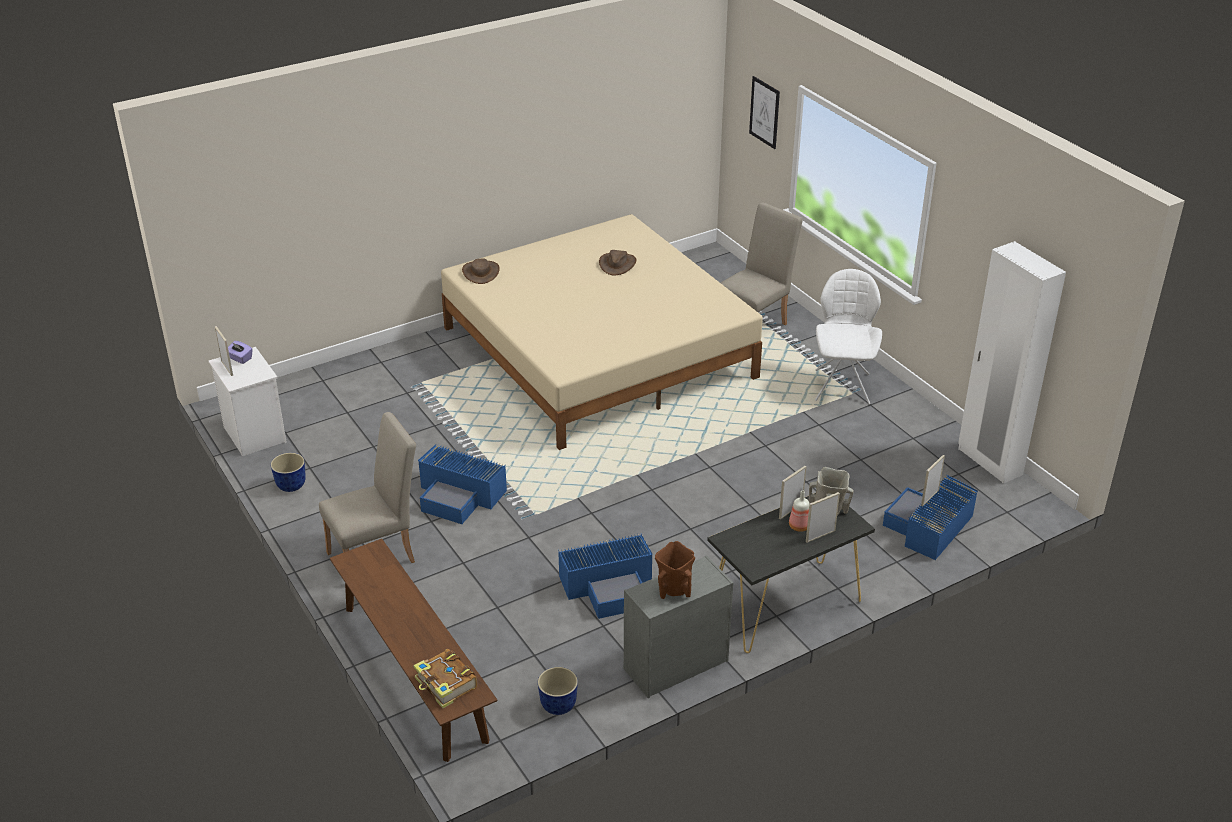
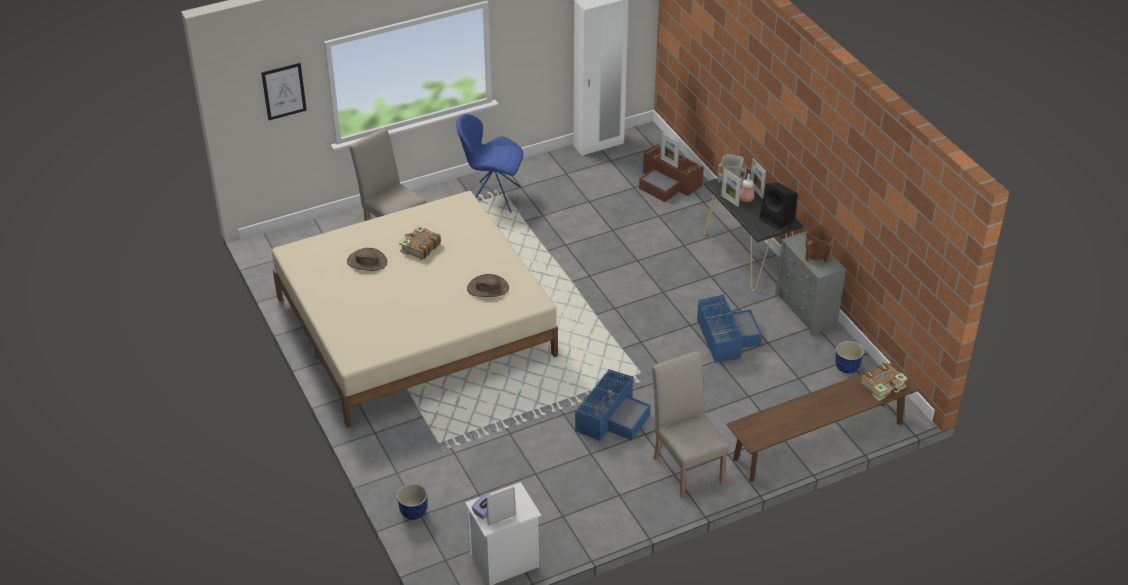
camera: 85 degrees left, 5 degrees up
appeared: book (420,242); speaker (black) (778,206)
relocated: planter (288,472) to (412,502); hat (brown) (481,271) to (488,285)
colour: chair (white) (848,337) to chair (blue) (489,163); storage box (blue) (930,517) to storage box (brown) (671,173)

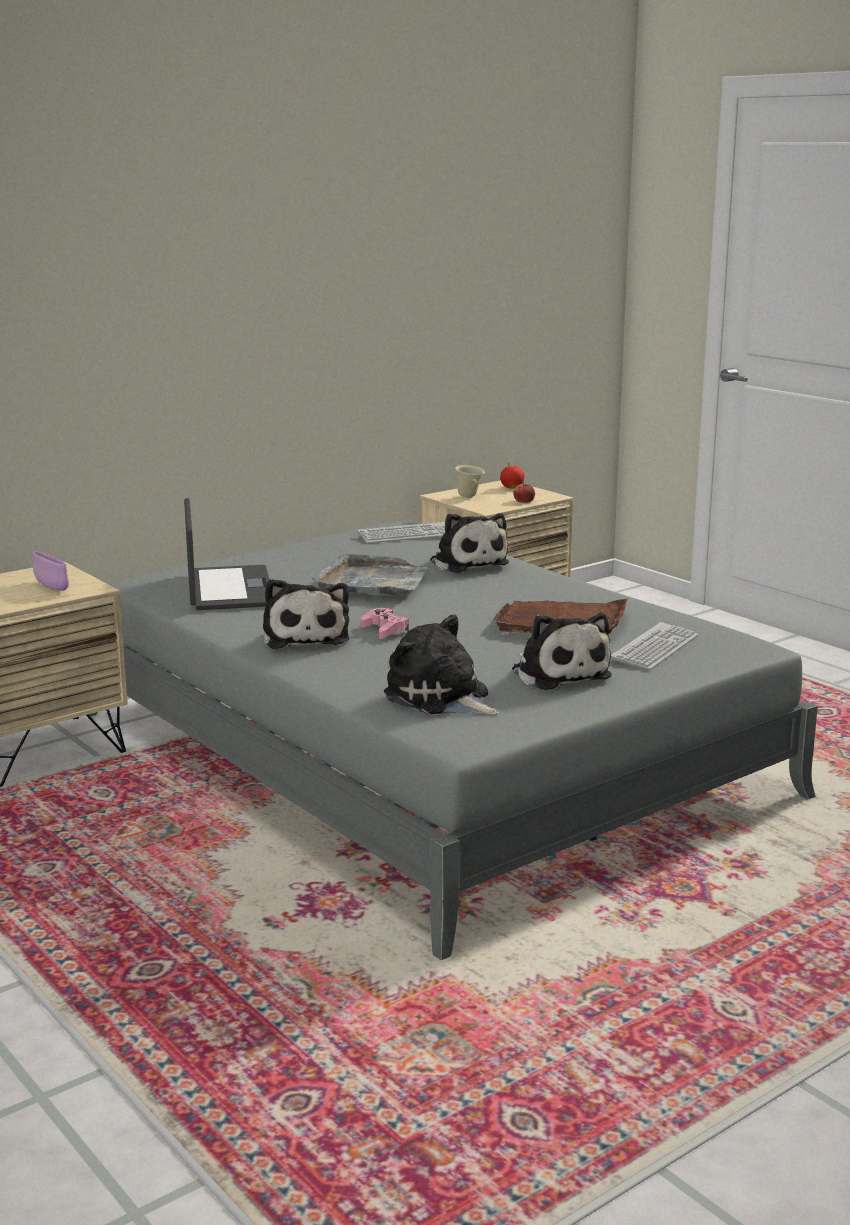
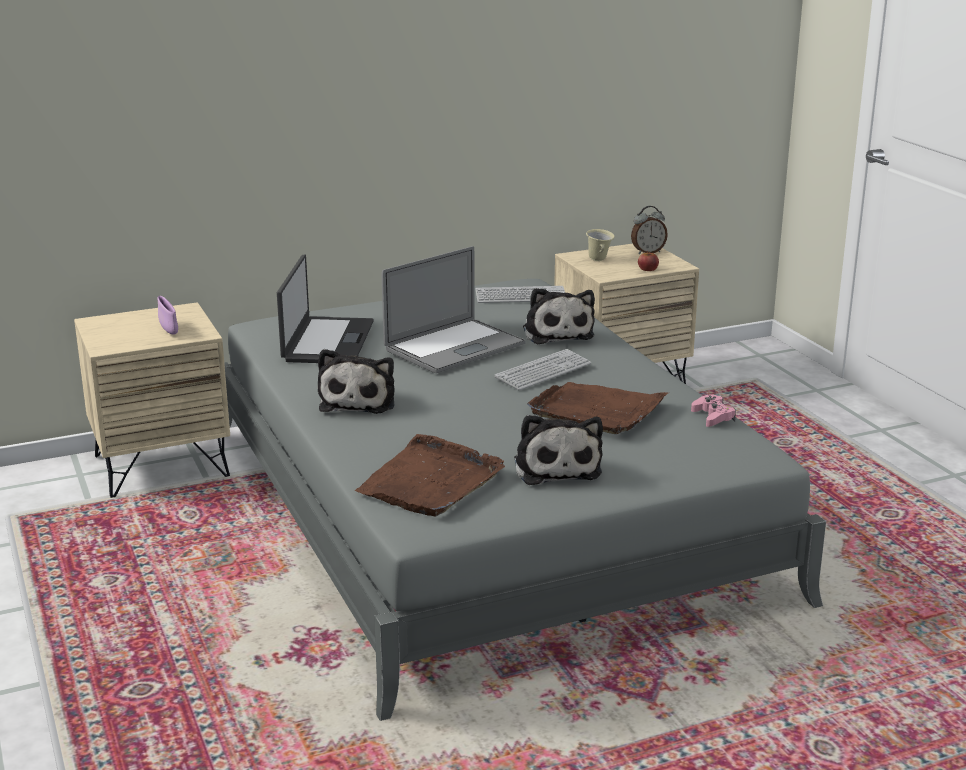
camera: 15 degrees right, 5 degrees up
relocated: game controller (pink) (384,623) to (713,410); keyboard (654,646) to (542,369)
exchanged: tray (grey) (369,574) to laptop (454,309); plush toy (441,664) to tray (brown) (430,475); apple (512,475) to alarm clock (649,230)

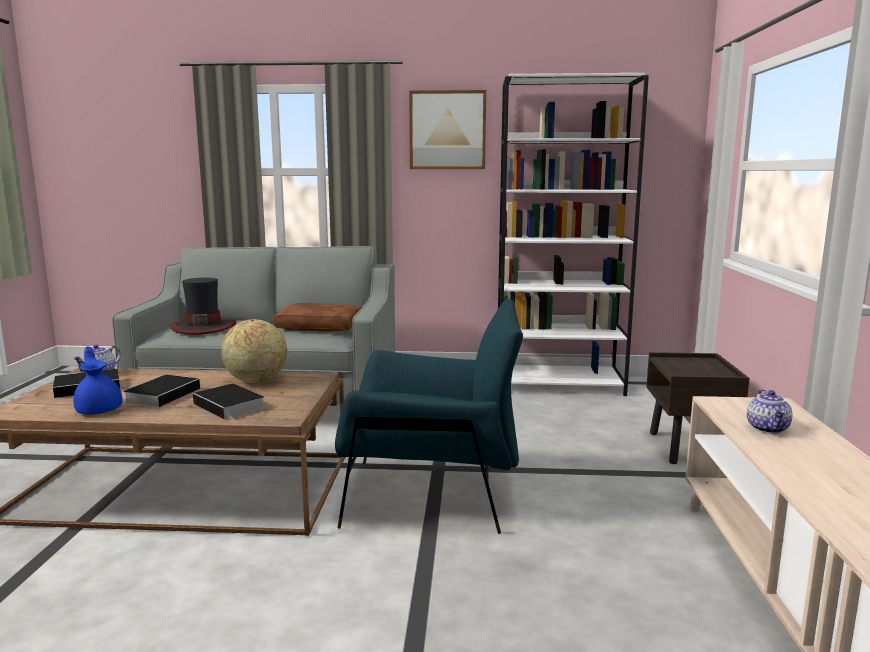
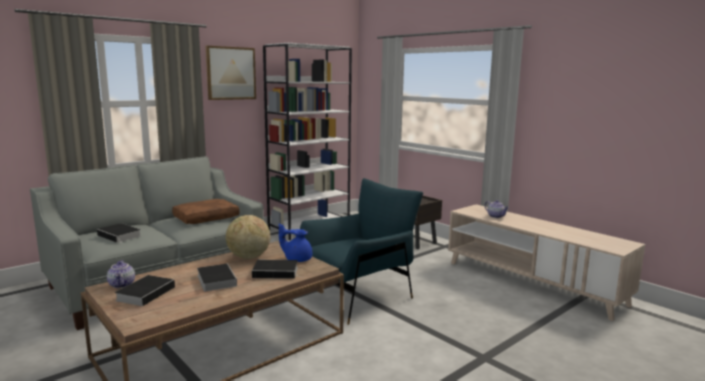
camera: 45 degrees left, 0 degrees up
relocated: teapot (blue) (98,380) to (295,242)
exchanged: hat (203,306) to book (119,233)

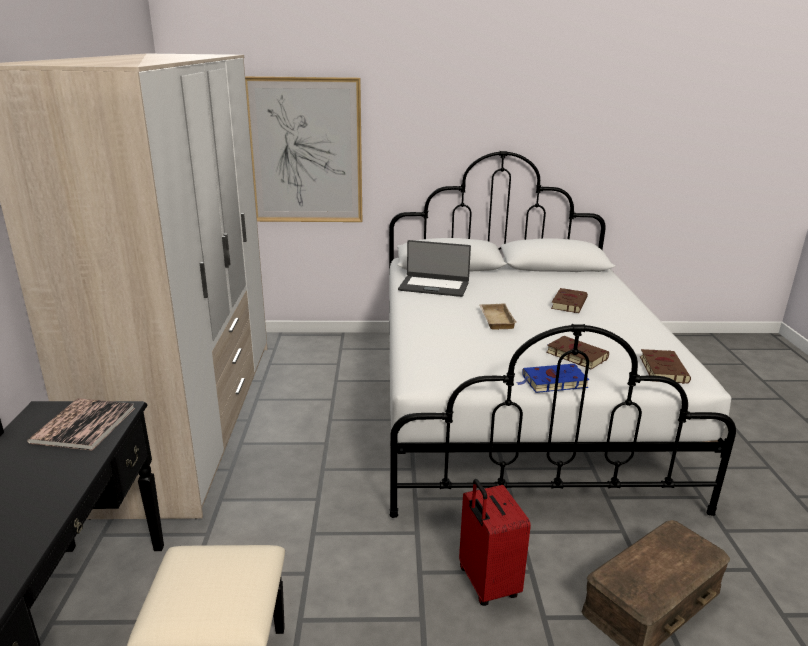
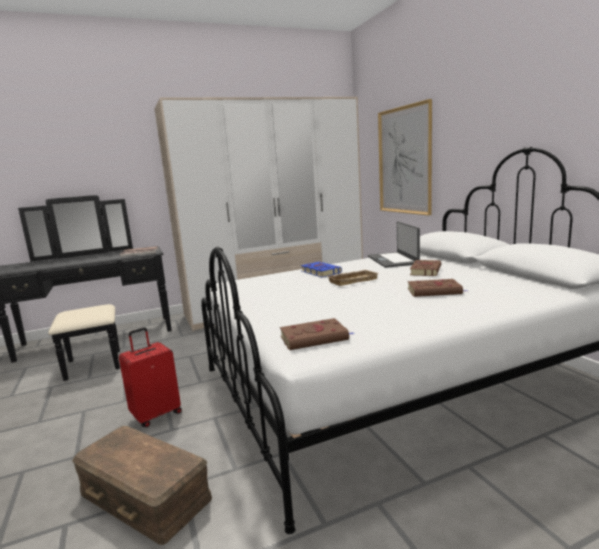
camera: 70 degrees right, 10 degrees down
relocated: book (blue) (553,378) to (321,269); book (brown) (577,352) to (426,268)

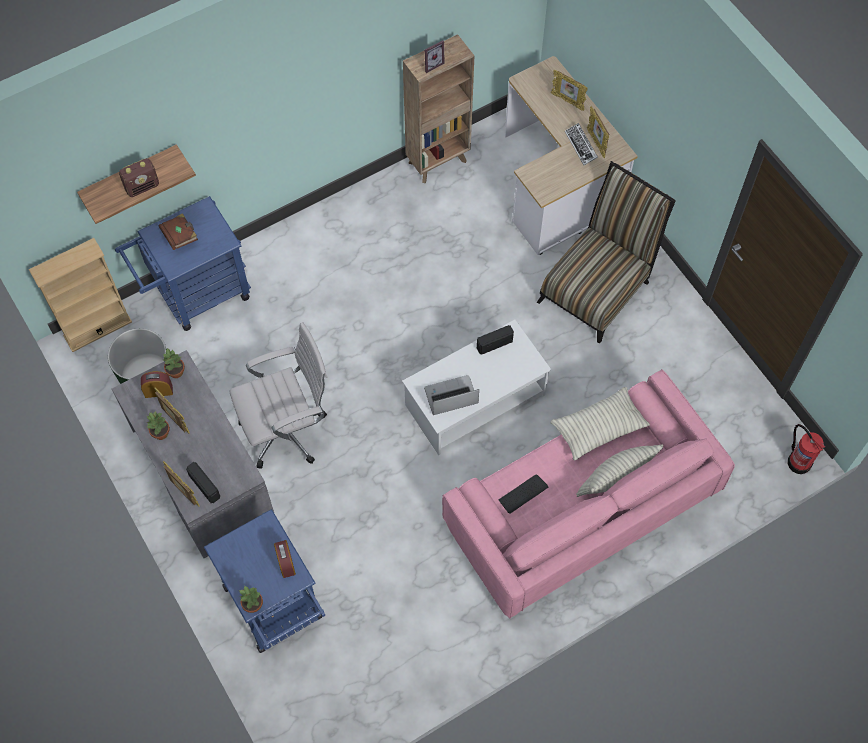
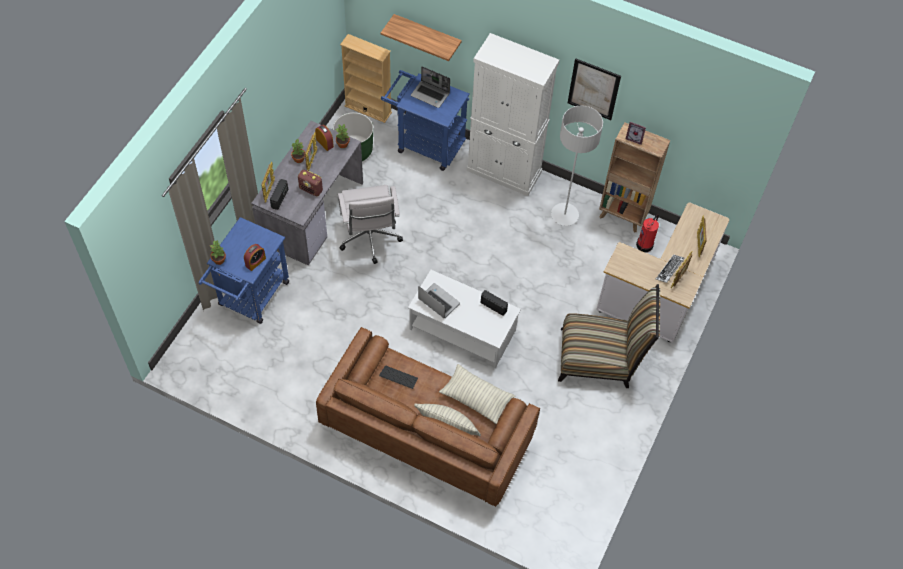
camera: 55 degrees right, 5 degrees down
appeared: cabinet (white) (512,114); floor lamp (grey) (577,165); picture (594,89)
relocated: radio (139,177) to (310,183); fire extinguisher (806,449) to (647,233)
exchanged: book (brown) (178,231) to laptop (430,87)
colour: sofa (pink) (588,494) to sofa (brown) (428,417)
spun: office chair (white) (278,395) = (370,224) 45 degrees clockwise

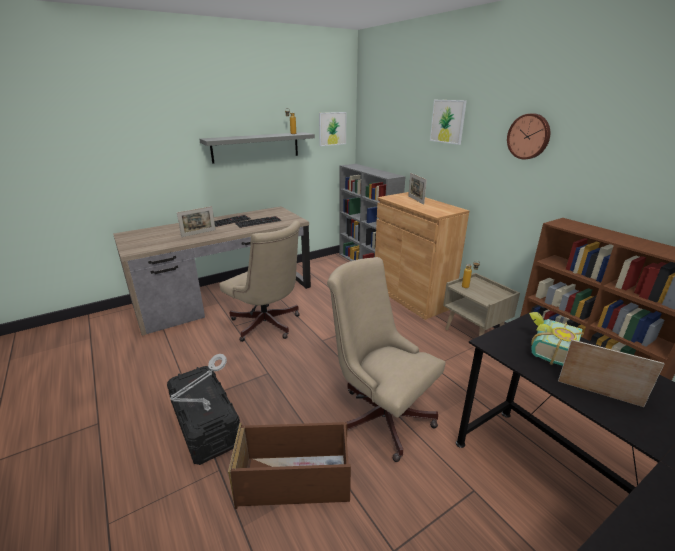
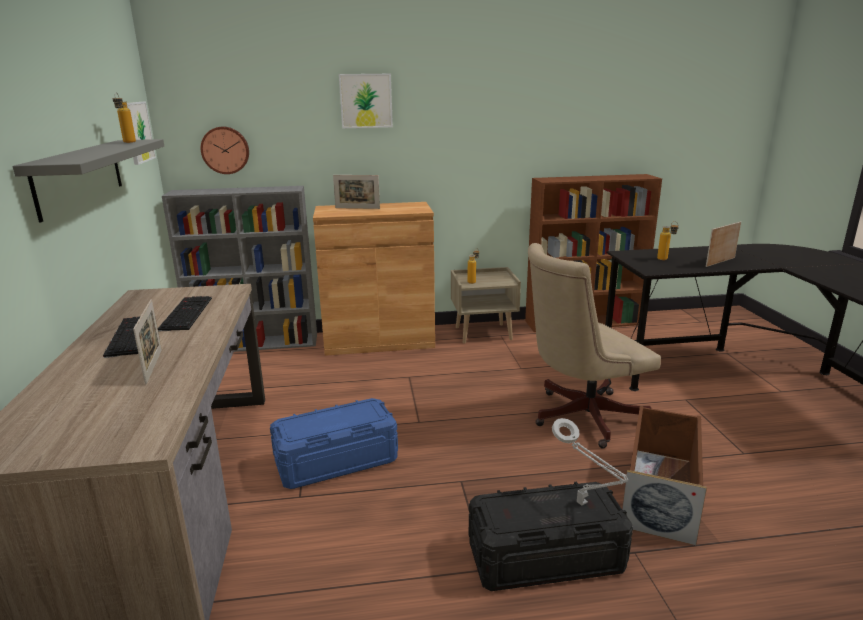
camera: 65 degrees left, 5 degrees down
relocated: wall clock (528,136) to (225,150)
exchanged: office chair (beige) (260,281) to storage box (blue) (334,443); book (556,339) to bottle (668,240)

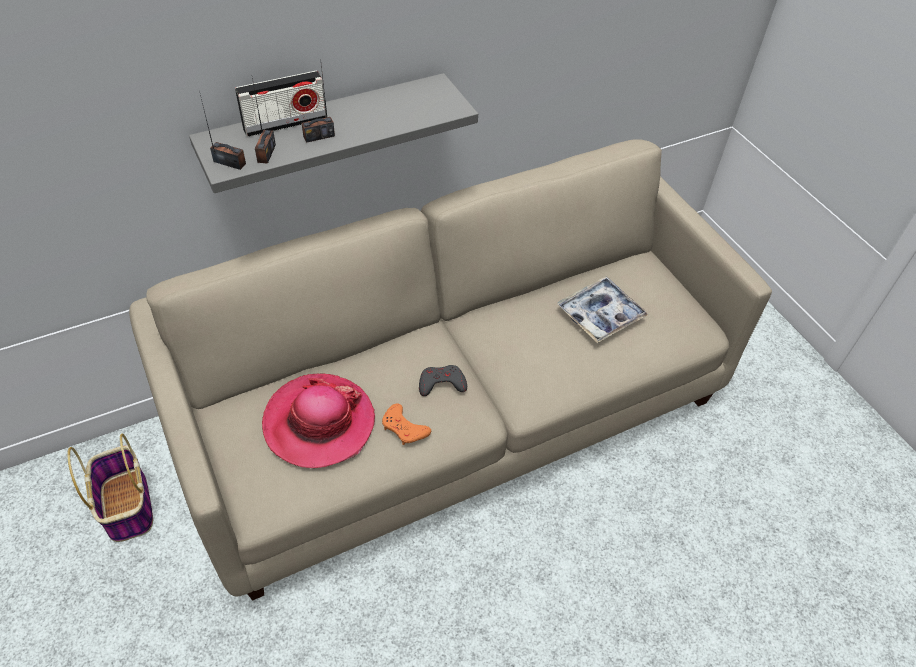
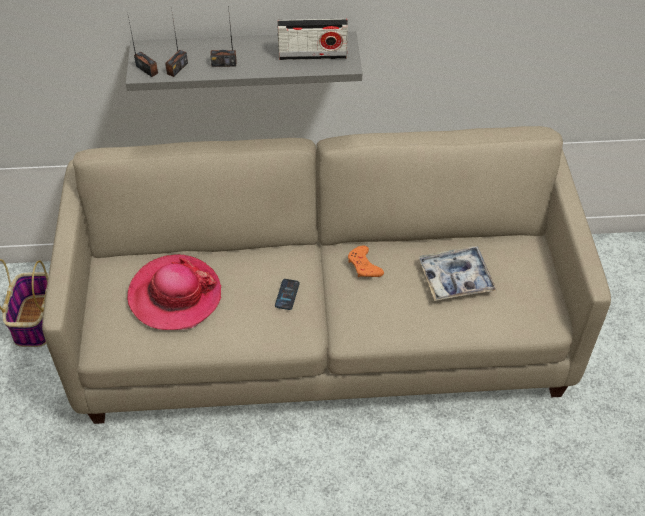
camera: 25 degrees right, 0 degrees up
relocated: radio (280,103) to (312,39); game controller (orange) (406,424) to (366,261)
exchanged: game controller (grey) (443,380) to phone (287,294)

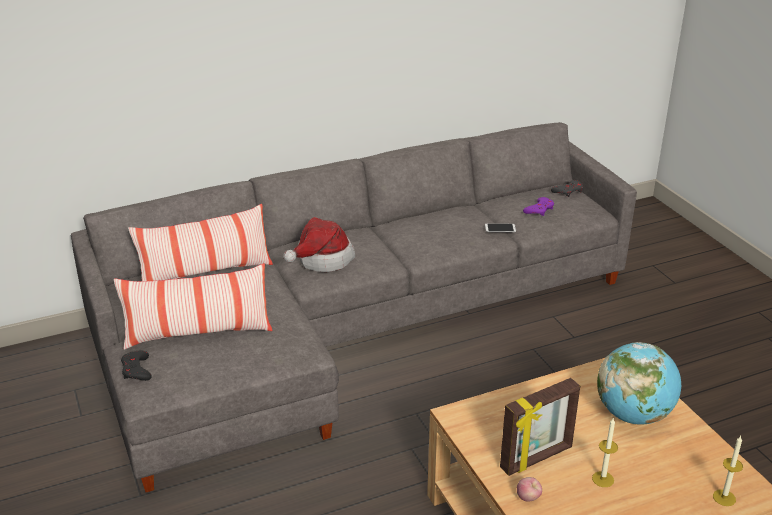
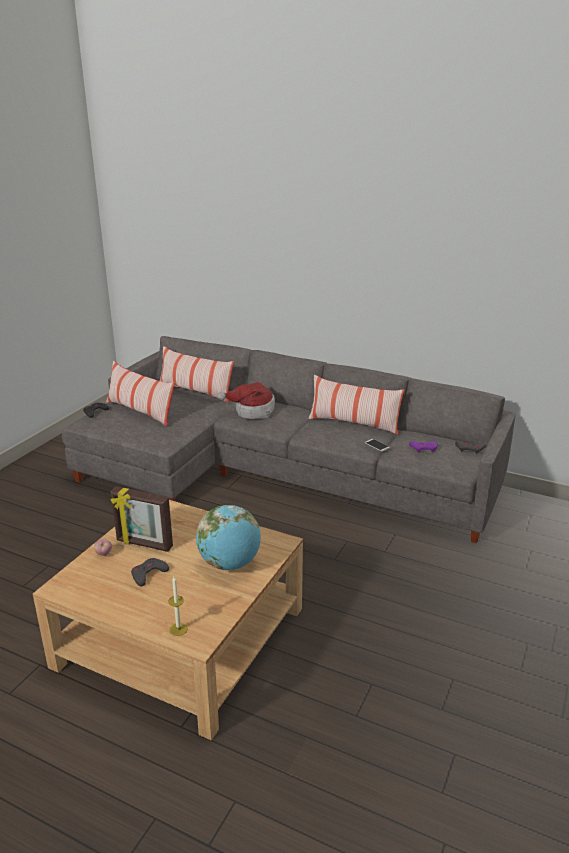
camera: 50 degrees right, 5 degrees down
appeared: pillow (356,405)
exchanged: candle (605,452) to game controller (grey) (150,572)

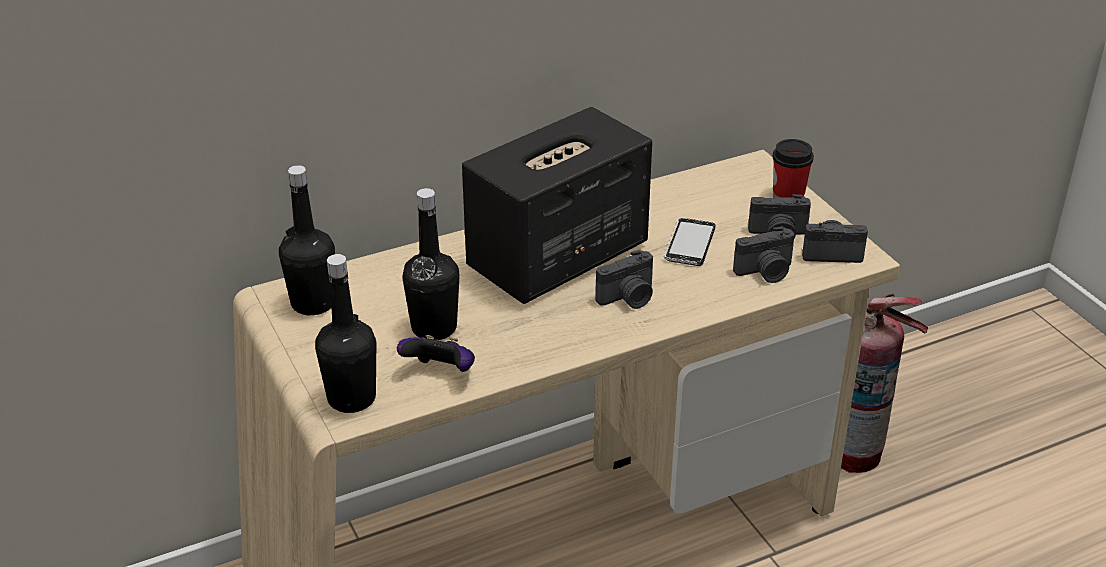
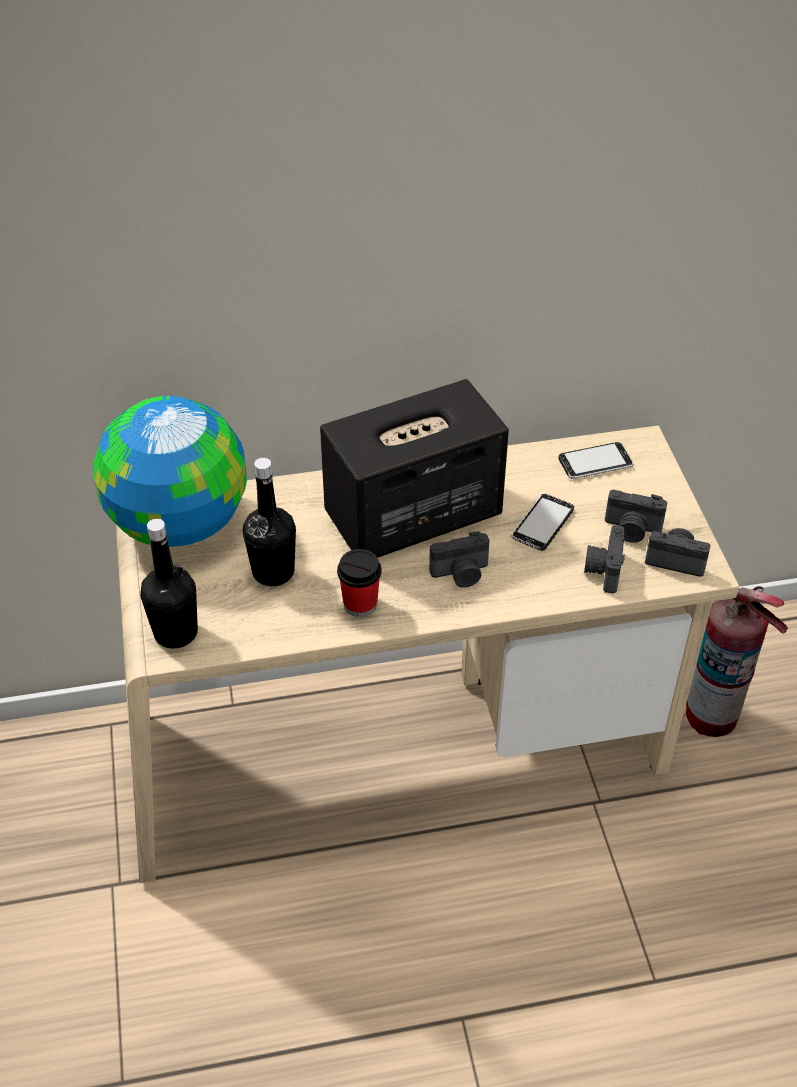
camera: 15 degrees right, 10 degrees up
missing: game controller (436,353)
appeared: phone (596,460)
relocated: cup (793,168) to (359,583)
exchanged: bottle (black) (307,240) to globe (170,471)
spun: photo camera (764,254) = (604,559) 105 degrees clockwise

